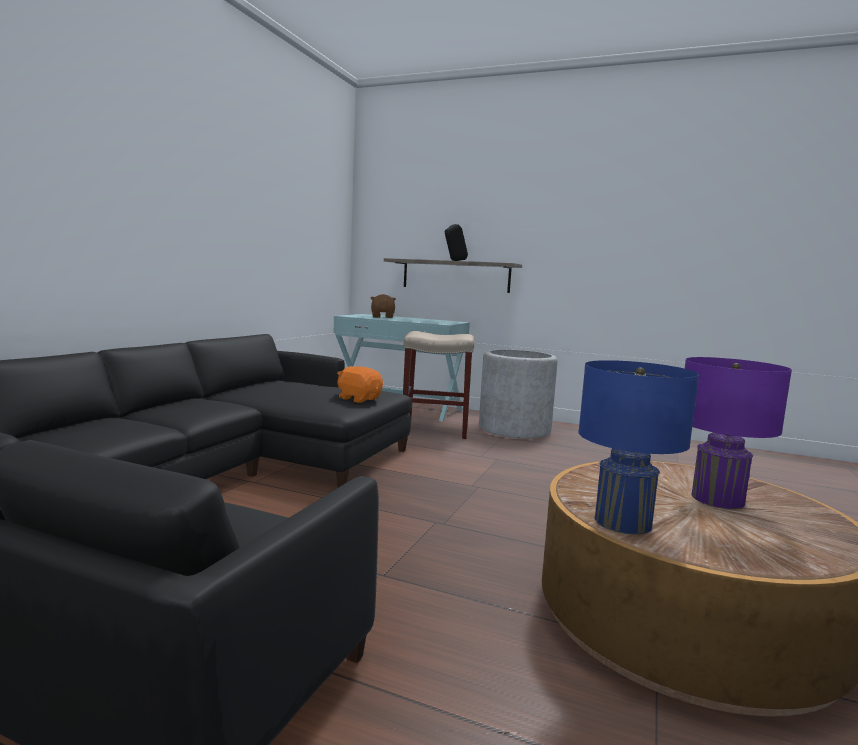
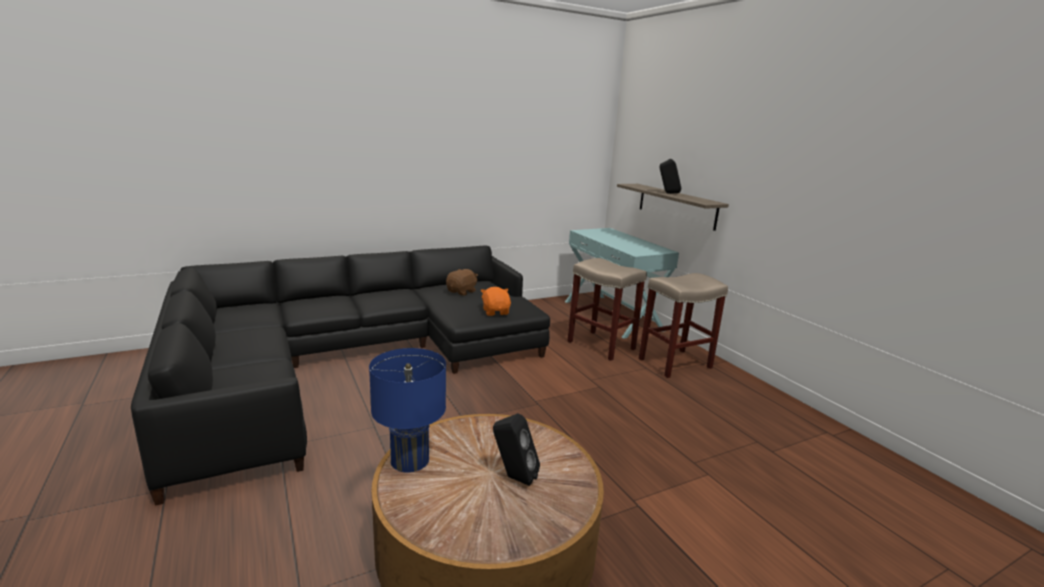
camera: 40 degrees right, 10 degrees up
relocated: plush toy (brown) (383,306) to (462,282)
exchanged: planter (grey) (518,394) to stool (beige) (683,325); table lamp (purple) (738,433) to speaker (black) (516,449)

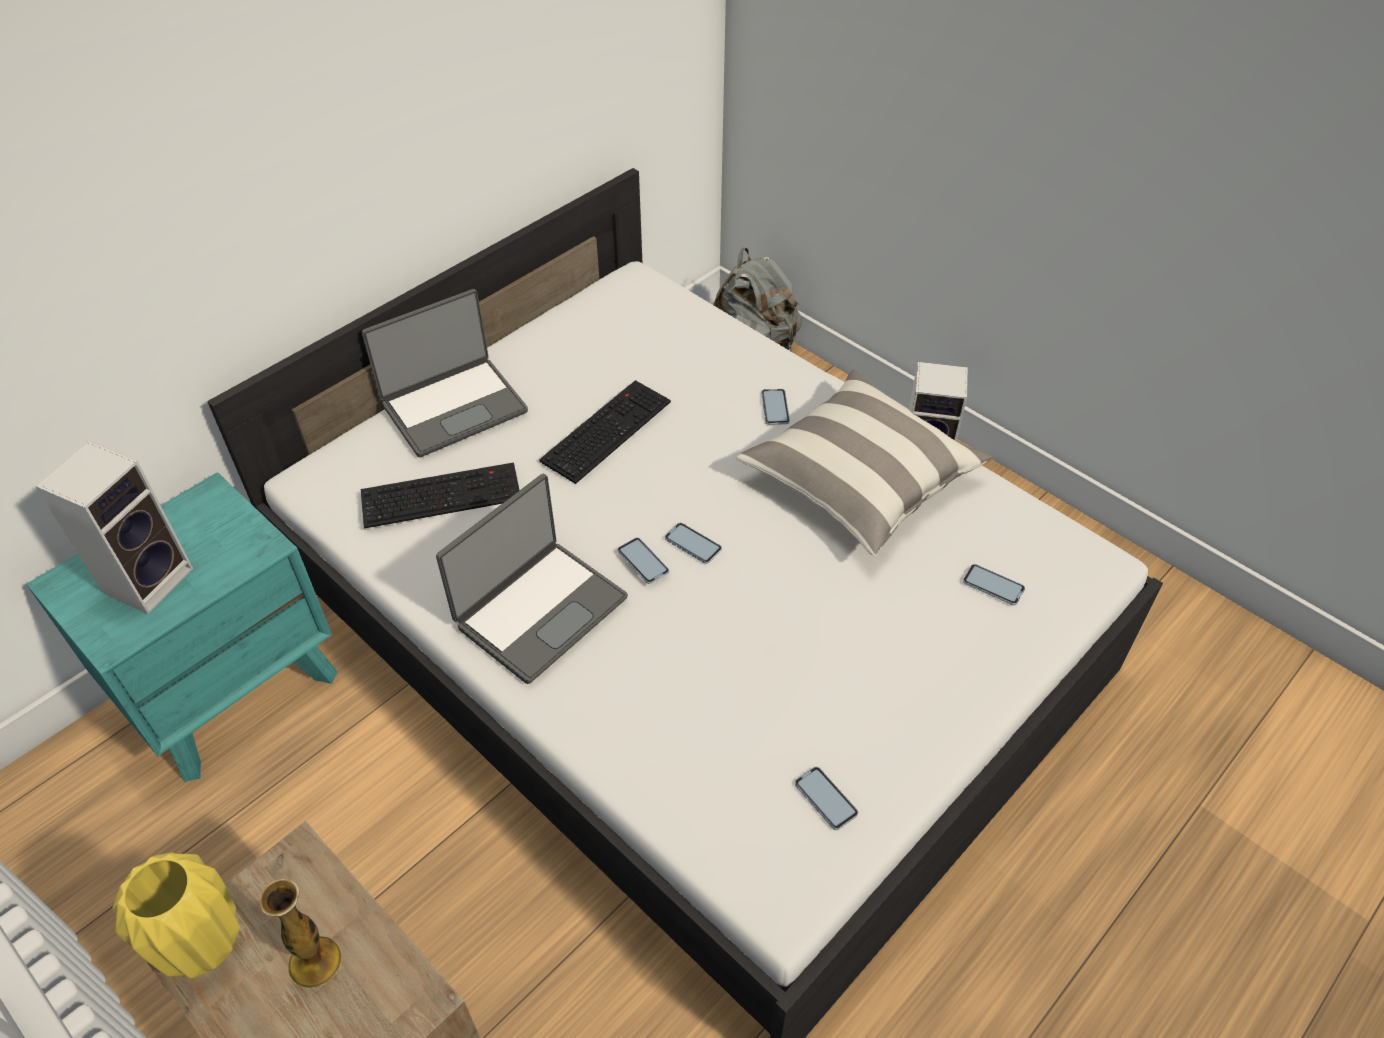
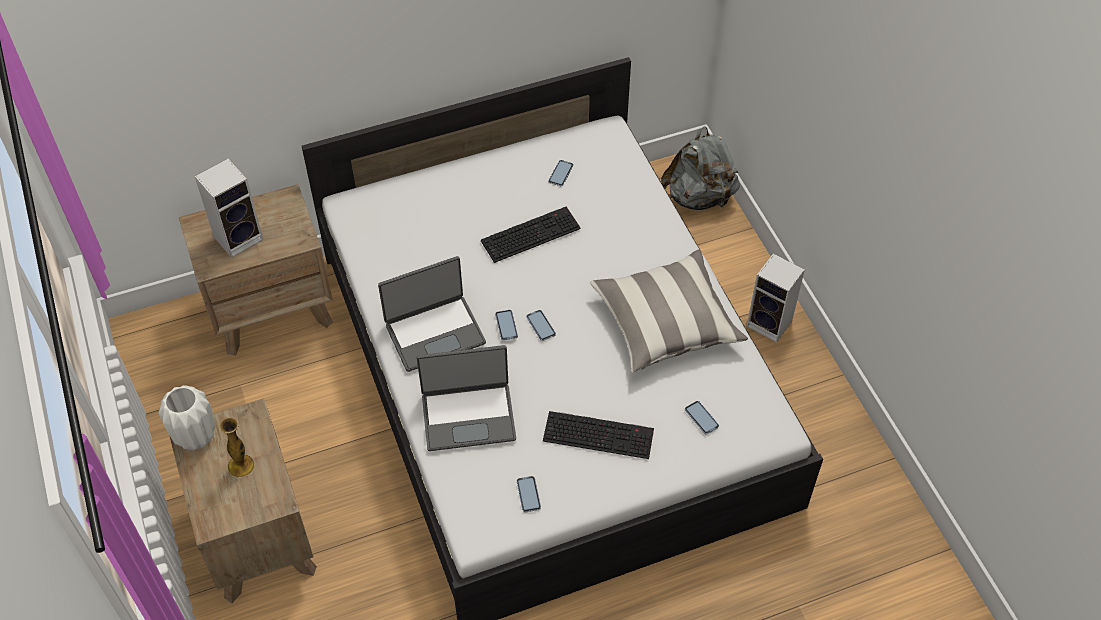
camera: 25 degrees right, 5 degrees up
relocated: keyboard (440,495) to (598,435); laptop (445,373) to (466,398); phone (775,407) to (561,173)
colour: nightstand (turquoise) (182,627) to nightstand (brown) (256,270); vase (yellow) (176,915) to vase (white) (186,417)

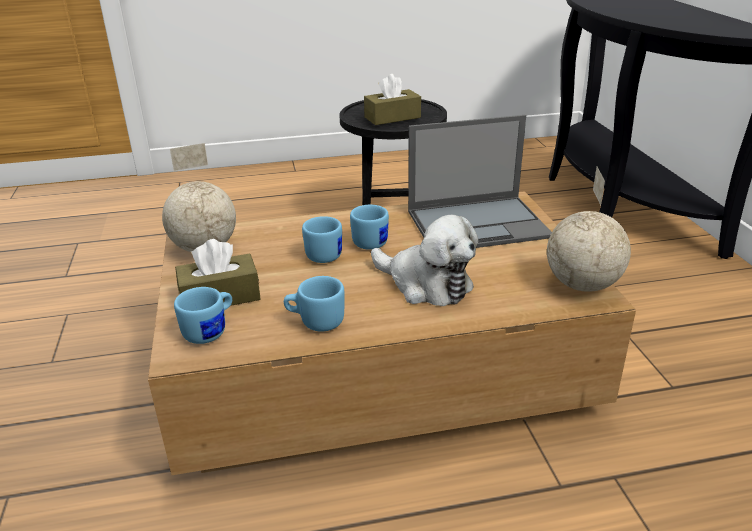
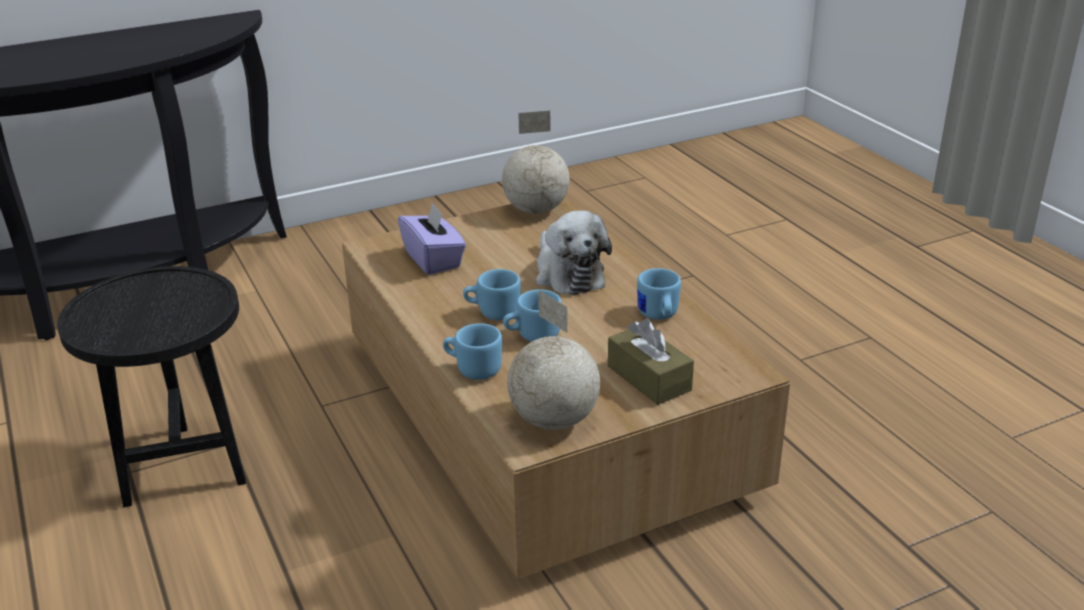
camera: 105 degrees left, 0 degrees up
missing: tissue box (brown) (392,99)
relocated: mug (blue) (203,315) to (472,351)
exchanged: laptop (480,181) to tissue box (purple) (432,238)
spun: plush toy (424,260) = (574,253) 135 degrees clockwise

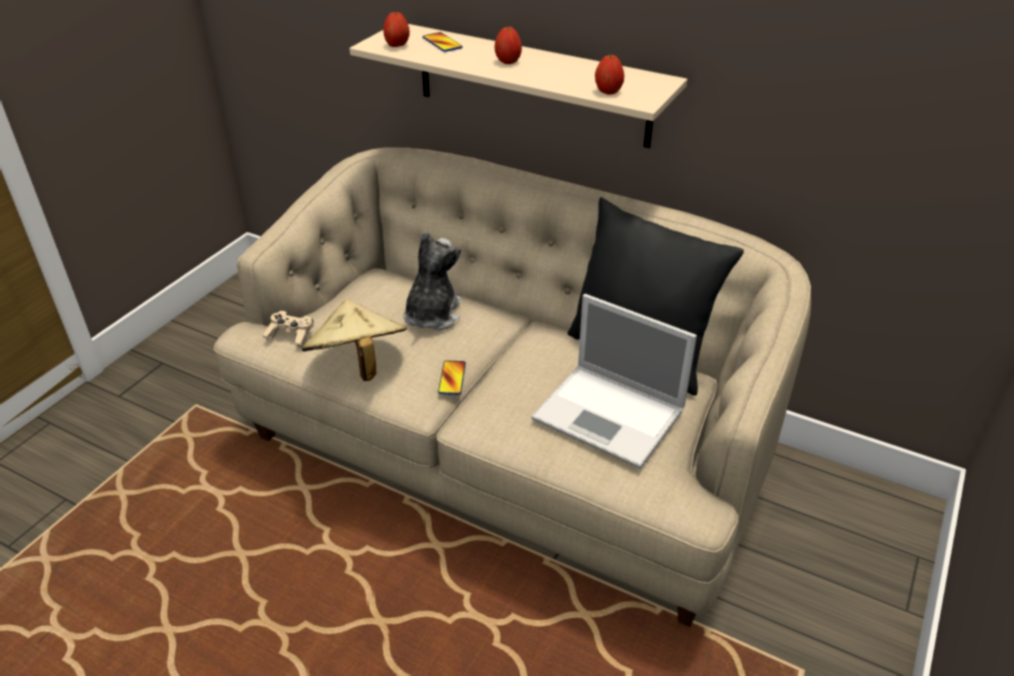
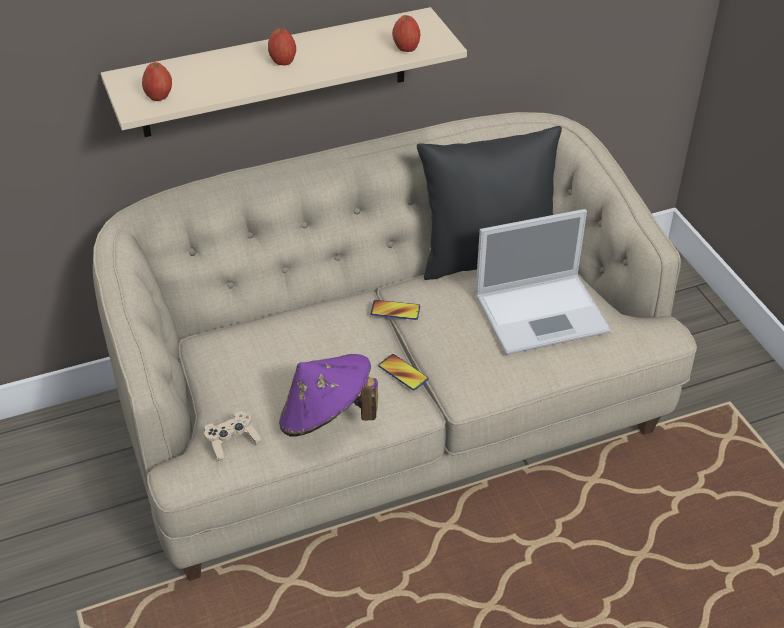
camera: 50 degrees left, 5 degrees up
missing: plush toy (432,281)
relocated: phone (442,42) to (395,310)
colour: hat (beige) (354,340) to hat (purple) (328,395)

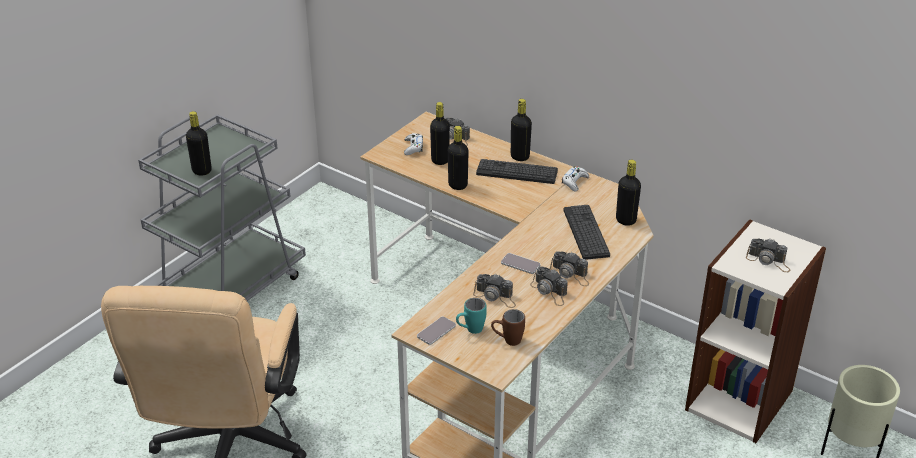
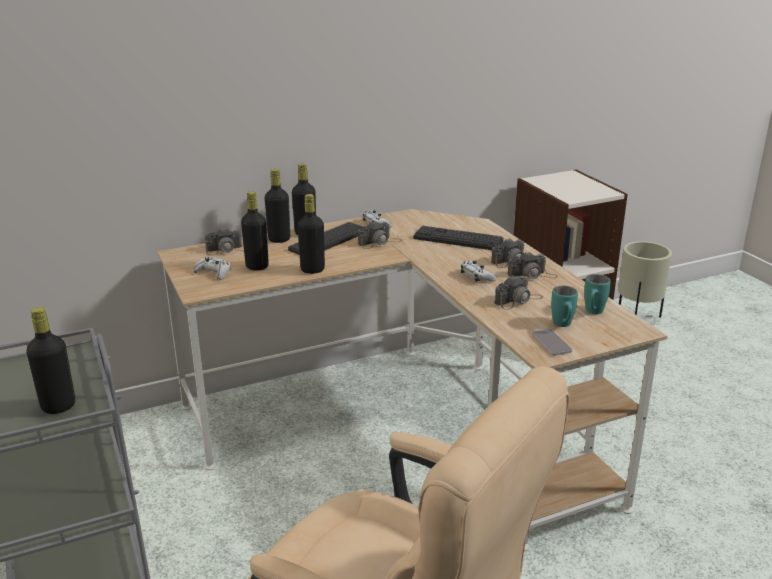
camera: 60 degrees left, 10 degrees down
relocated: bottle (black) (628,193) to (277,206); photo camera (768,255) to (380,235)
exchanged: phone (520,263) to game controller (white) (479,271)
colour: mug (brown) (508,327) to mug (turquoise) (597,294)

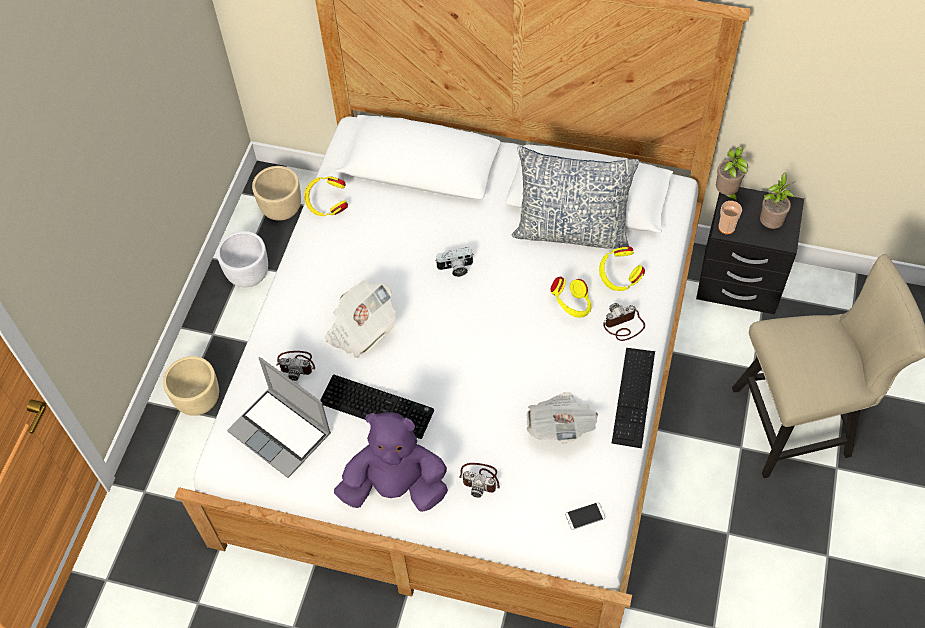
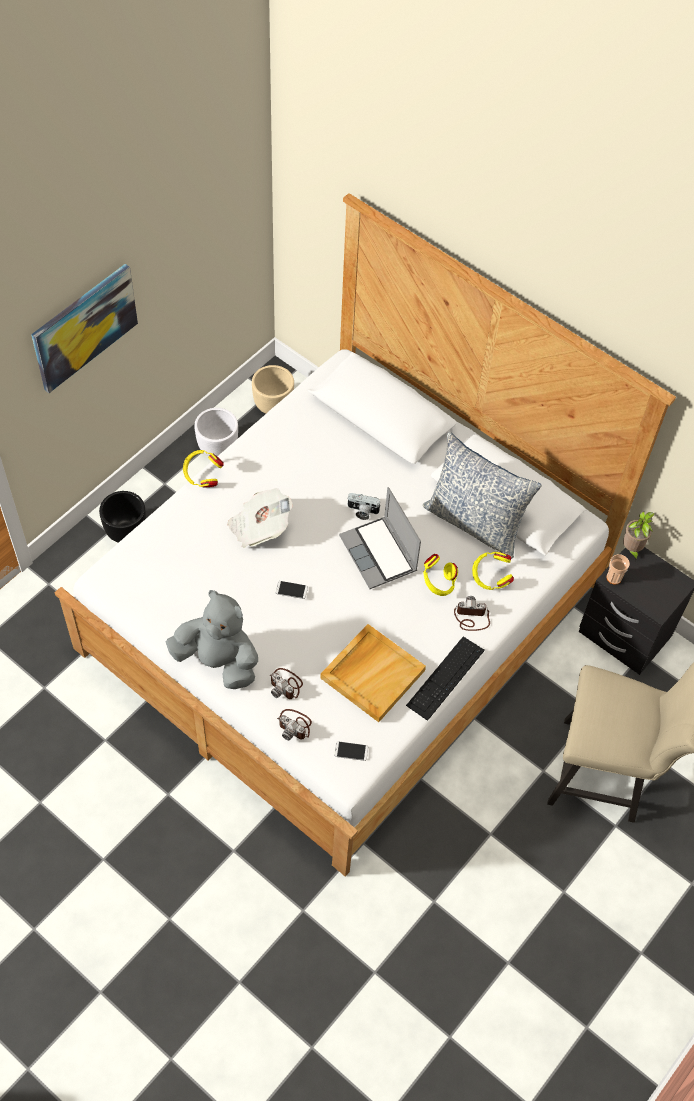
camera: 20 degrees right, 0 degrees up
missing: keyboard (377,406); potted plant (777,201)
appeared: picture (84,328); phone (292,590)
relocated: laptop (279,417) to (380,538); photo camera (296,366) to (294,725); headphones (yellow) (326,196) to (203,469)
exchanged: newspaper (562,417) to tray (beige) (373,673)
colour: planter (beige) (191,386) to planter (black) (122,517); plush toy (purple) (391,462) to plush toy (grey) (212,639)

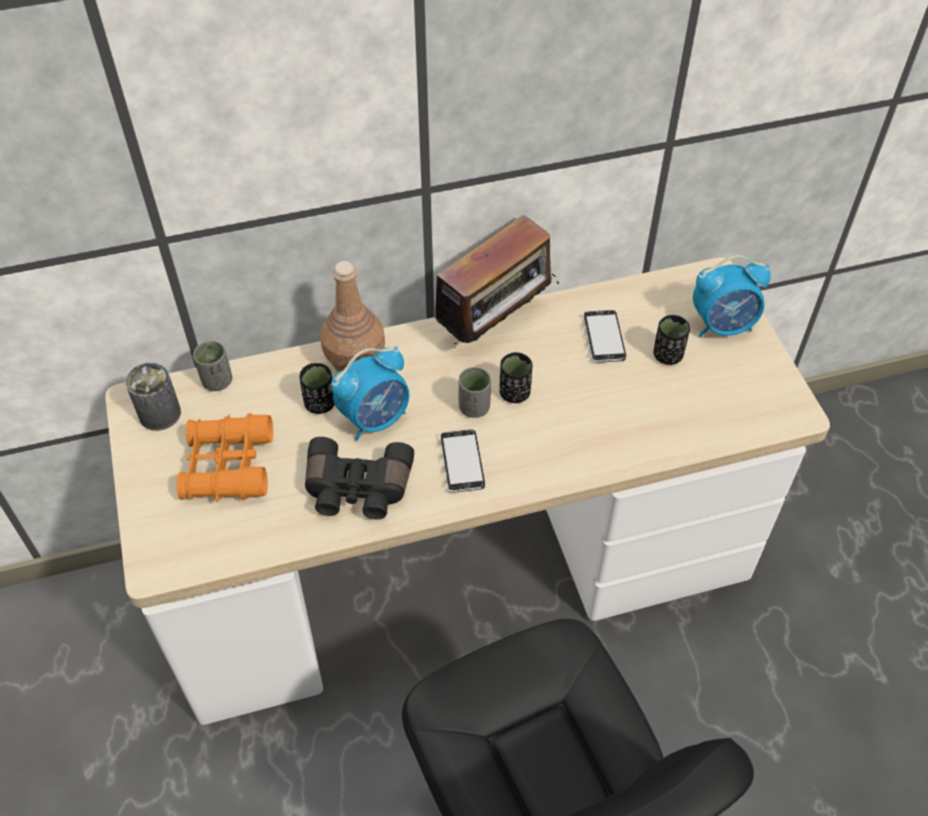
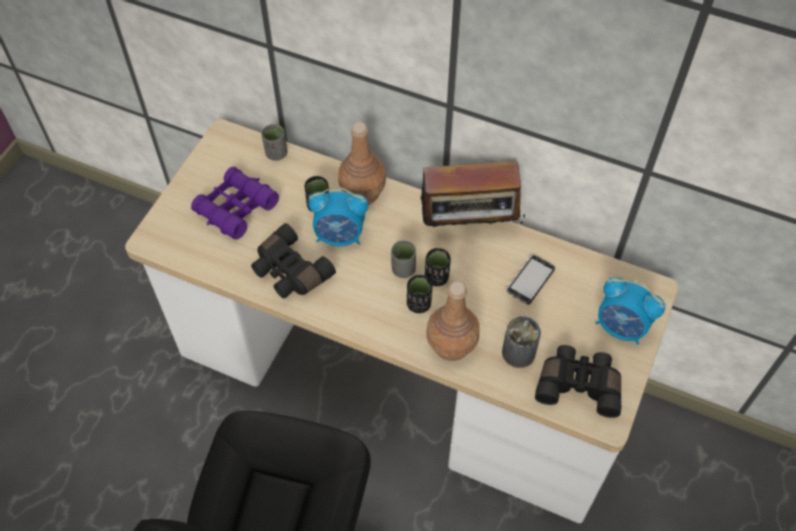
camera: 40 degrees right, 5 degrees up
missing: phone (462,461)
appeared: bottle (brown) (453,321); binoculars (black) (578,381)
relocated: can (153,397) to (521,342); cup (black) (671,340) to (419,294)
colour: binoculars (orange) (224,457) to binoculars (purple) (235,203)

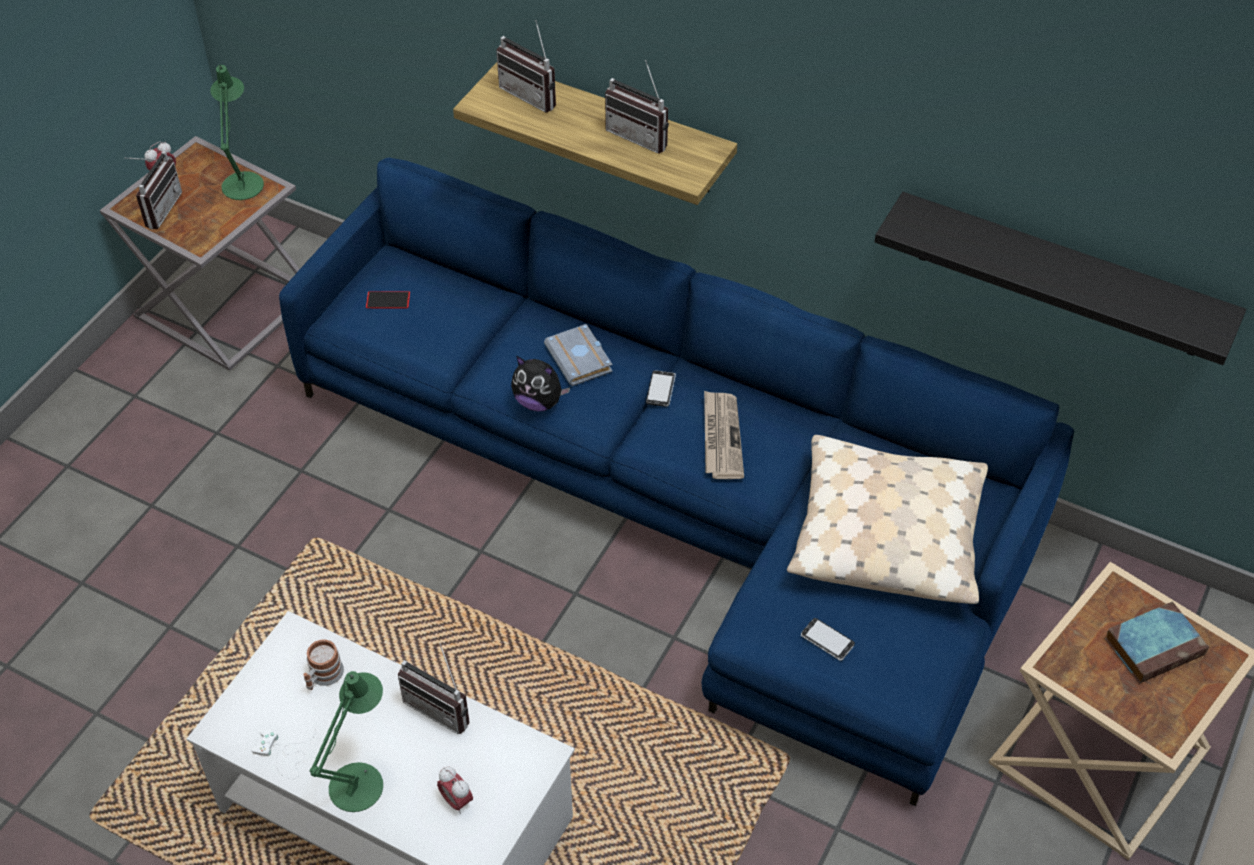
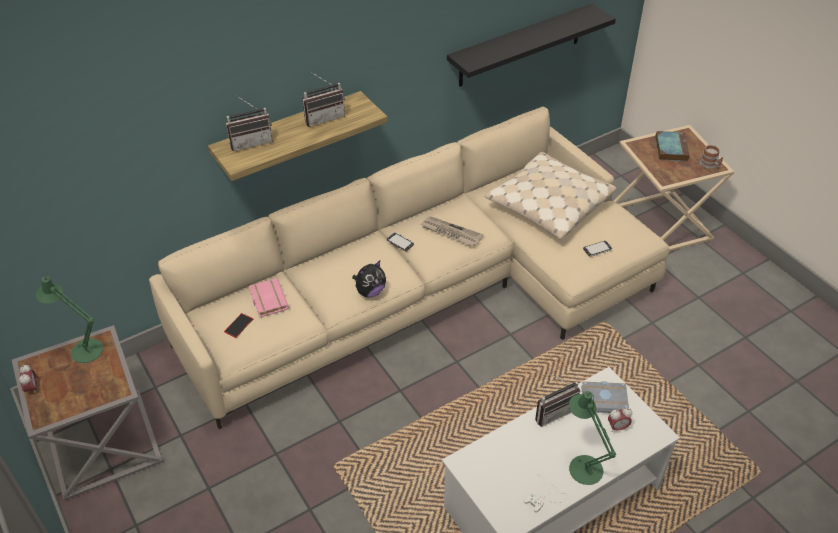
camera: 60 degrees left, 5 degrees down
missing: radio (153,190)
appeared: book (pink) (269,297)
relocated: mug (323,664) to (711,157); book (grey) (578,355) to (605,397)
colour: sofa (blue) (676,482) to sofa (beige) (409,268)

